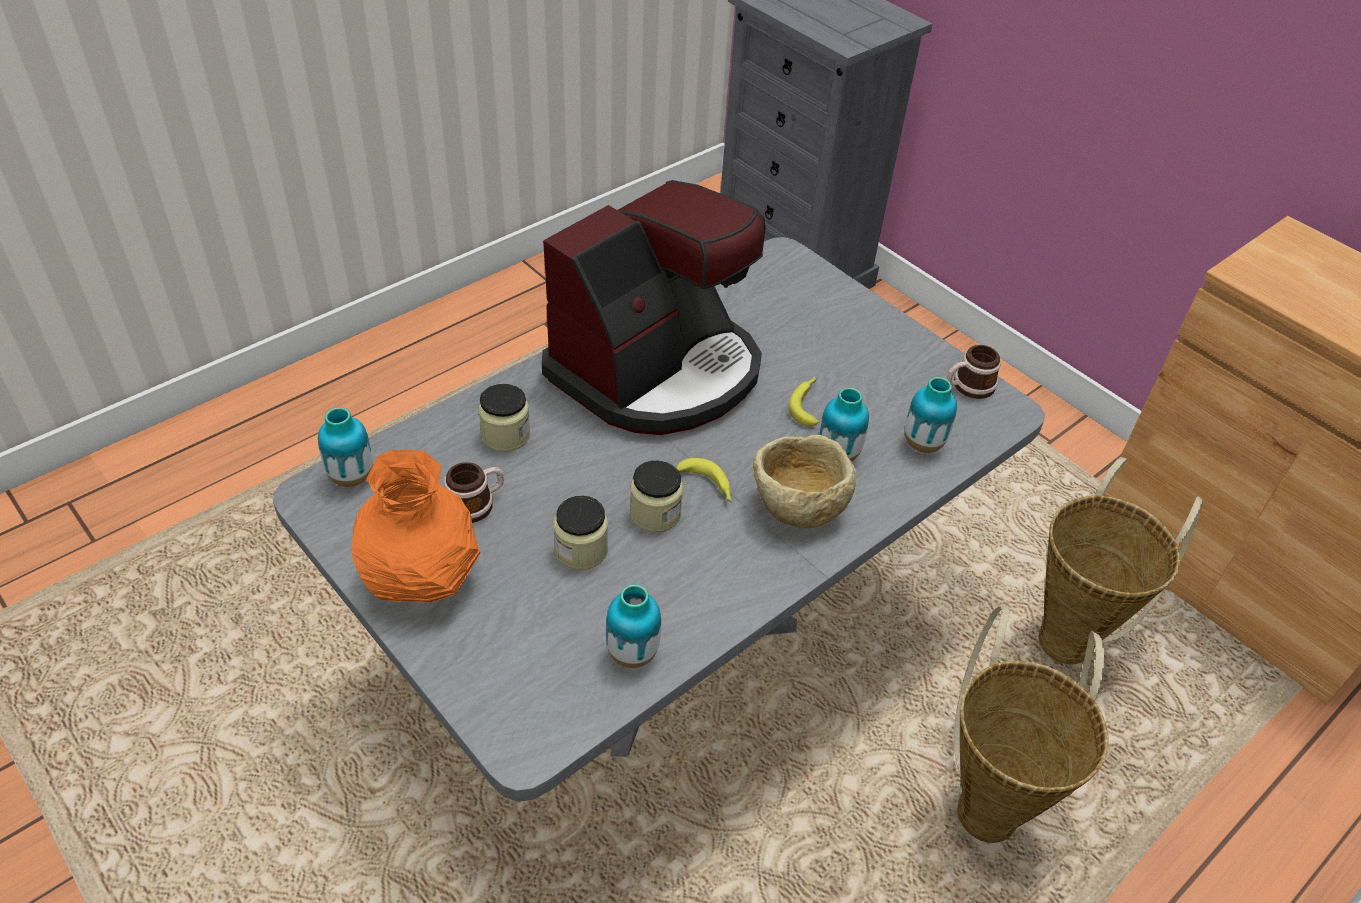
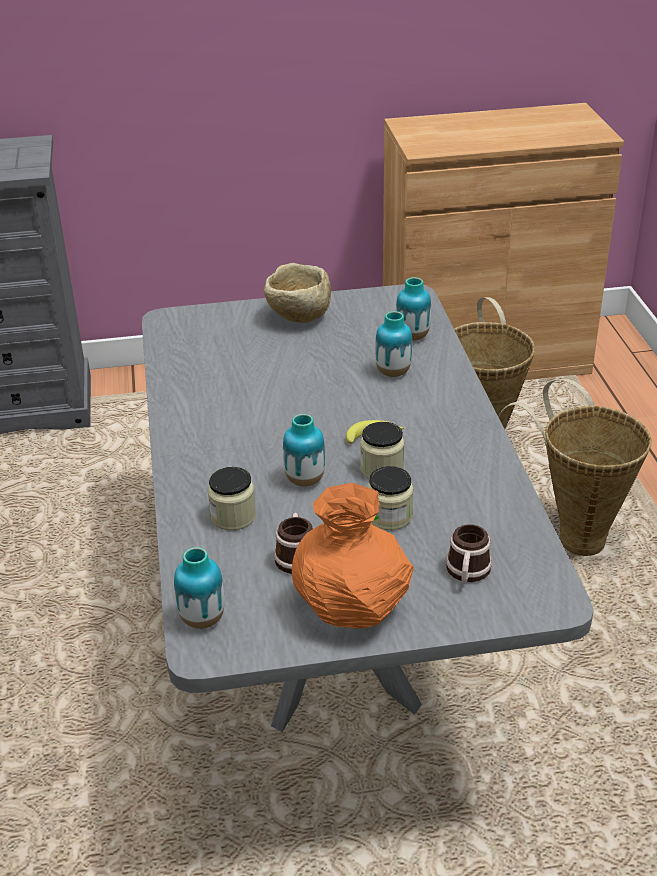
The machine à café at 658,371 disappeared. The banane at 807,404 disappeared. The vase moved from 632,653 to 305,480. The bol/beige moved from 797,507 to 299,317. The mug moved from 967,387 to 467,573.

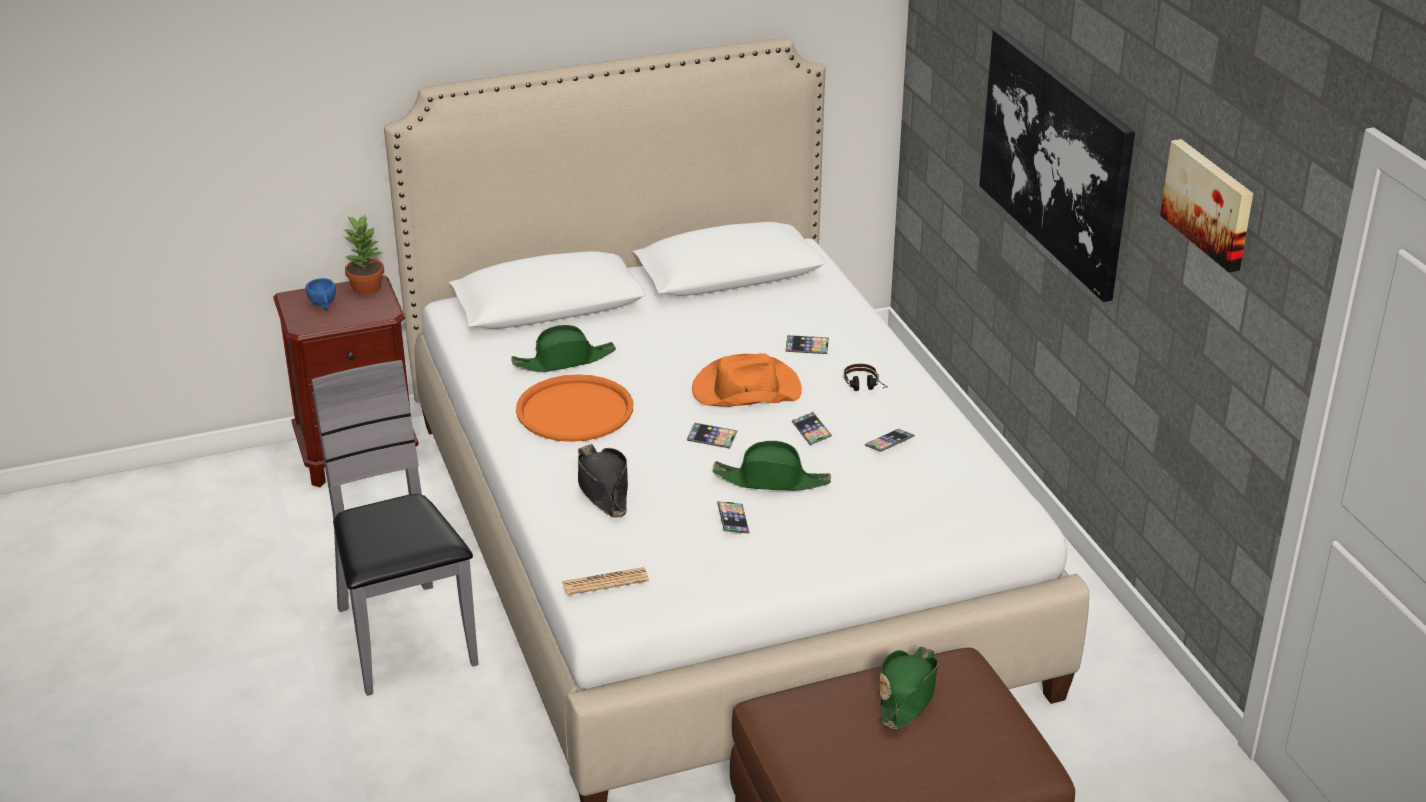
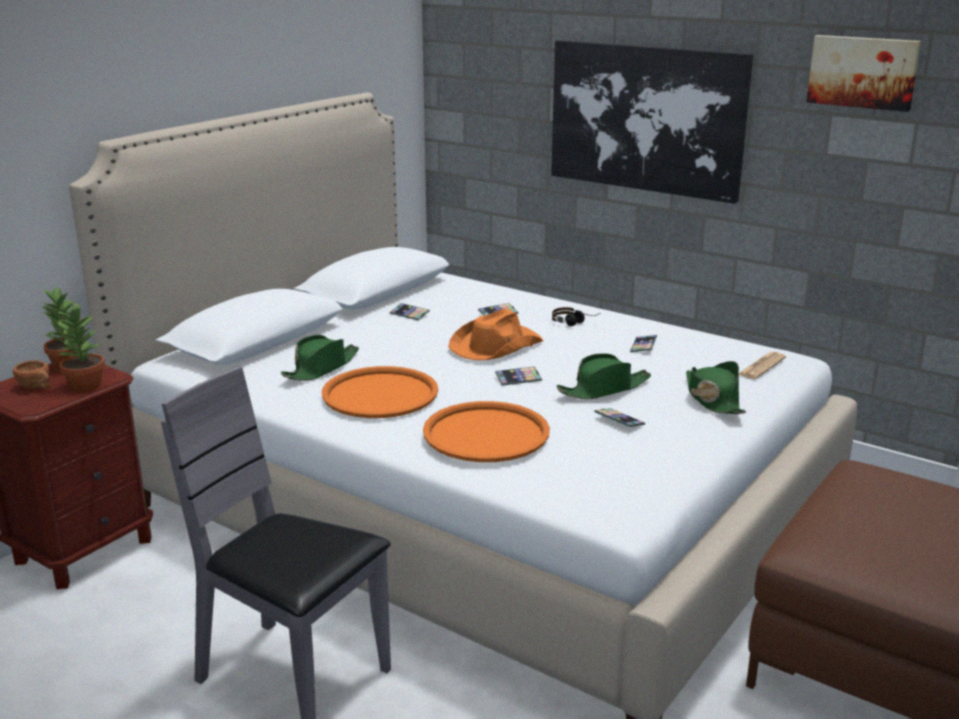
The plante en pot at 85,385 appeared. The journal moved from 605,582 to 761,366. The téléphone moved from 811,431 to 409,314. The chapeau/vert moved from 907,694 to 712,399. The chapeau/noir at 603,488 was replaced by the plateau/orange at 486,433. The tasse/bleu at 323,305 became the tasse/marron at 37,387.

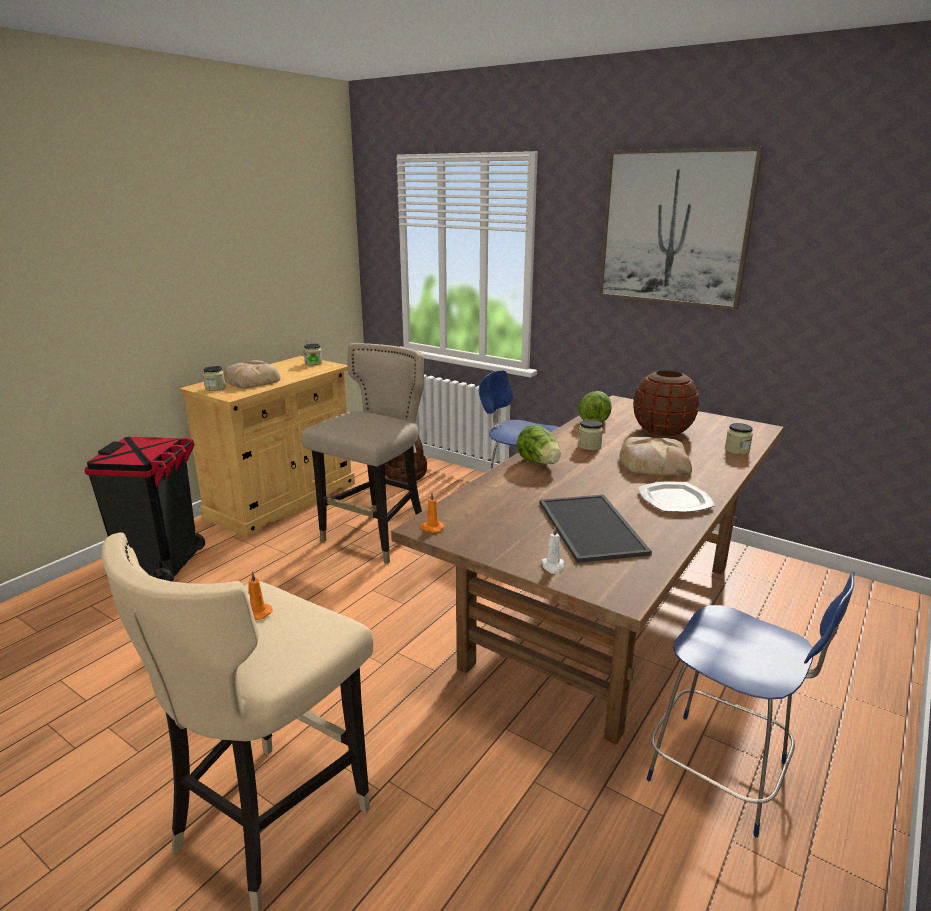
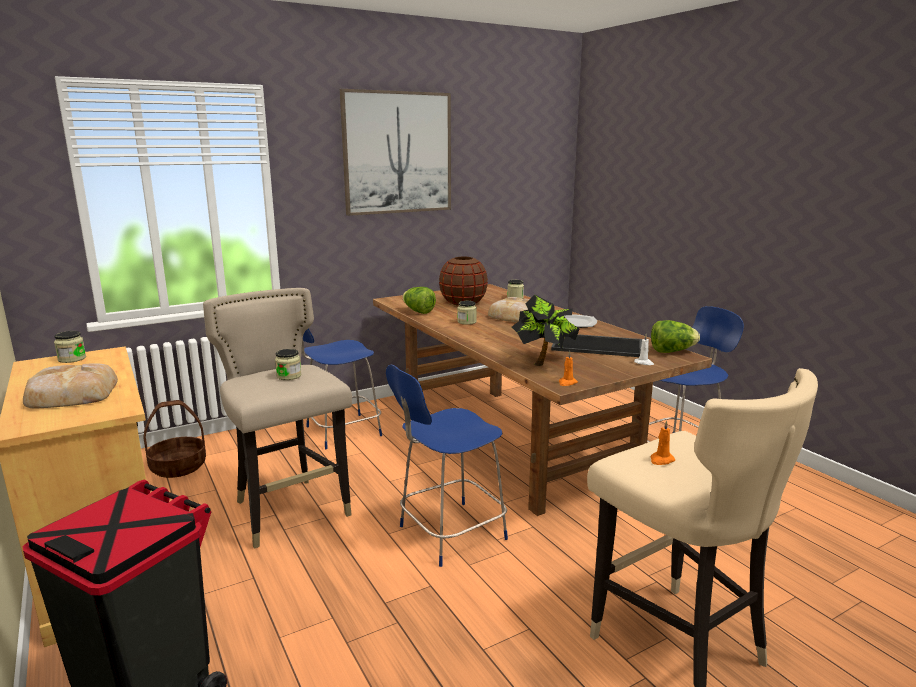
The chaise/bleu at 449,534 appeared. The plante en pot at 544,362 appeared. The bocal moved from 215,388 to 289,376. The laitue moved from 539,463 to 671,351.

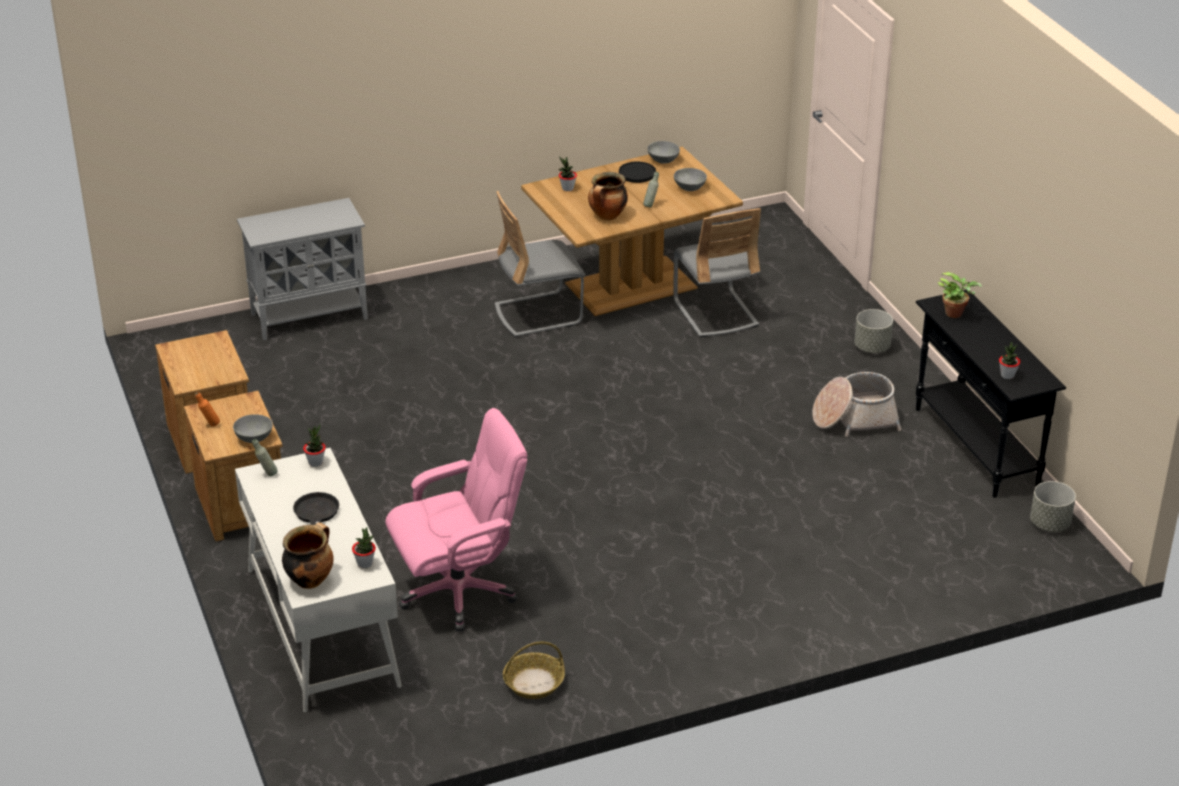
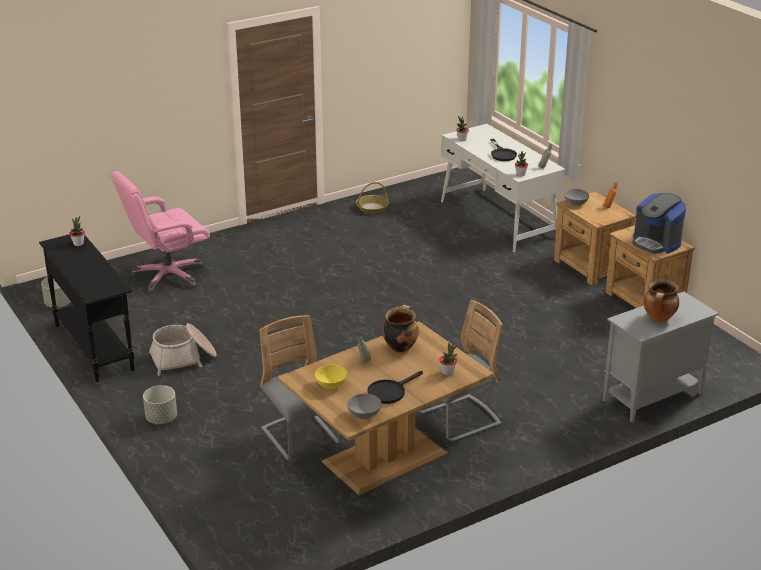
The plante en pot at 956,313 disappeared. The machine à café at 656,243 appeared. The marmite moved from 310,579 to 659,319. The chaise de bureau/rose moved from 459,592 to 168,276. The bol/gris at 689,188 became the bol/jaune at 331,384.

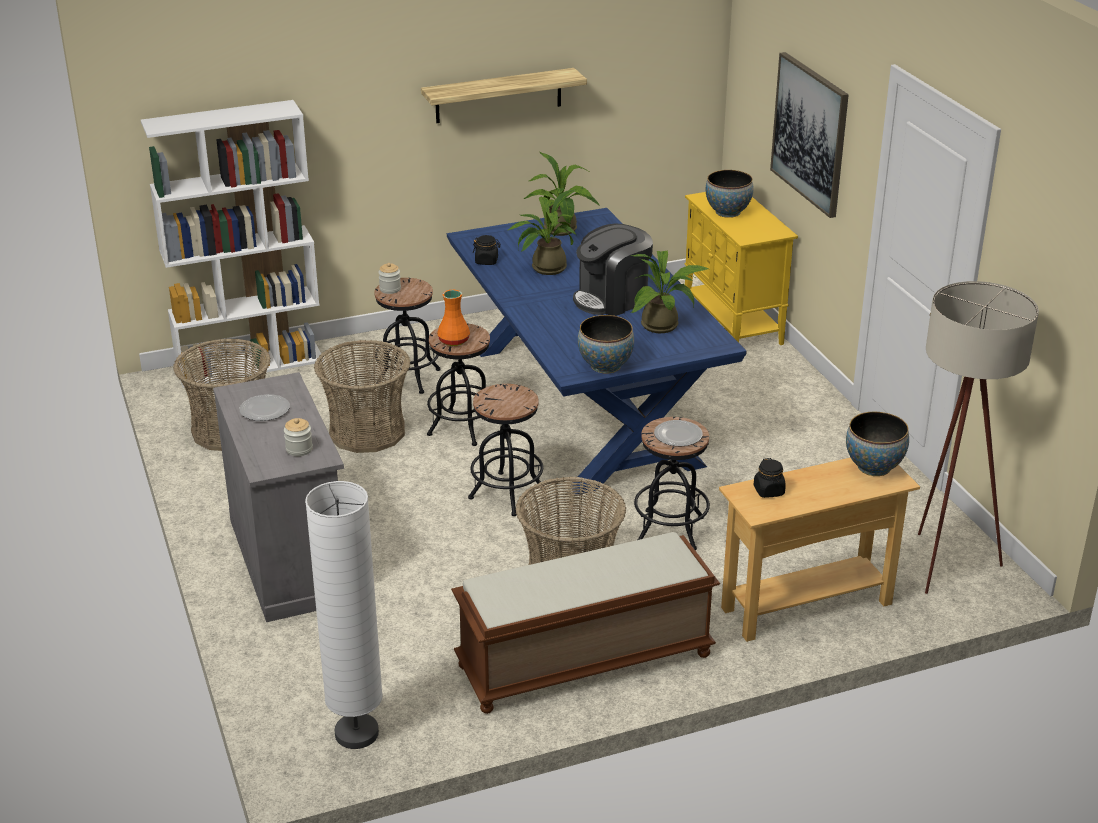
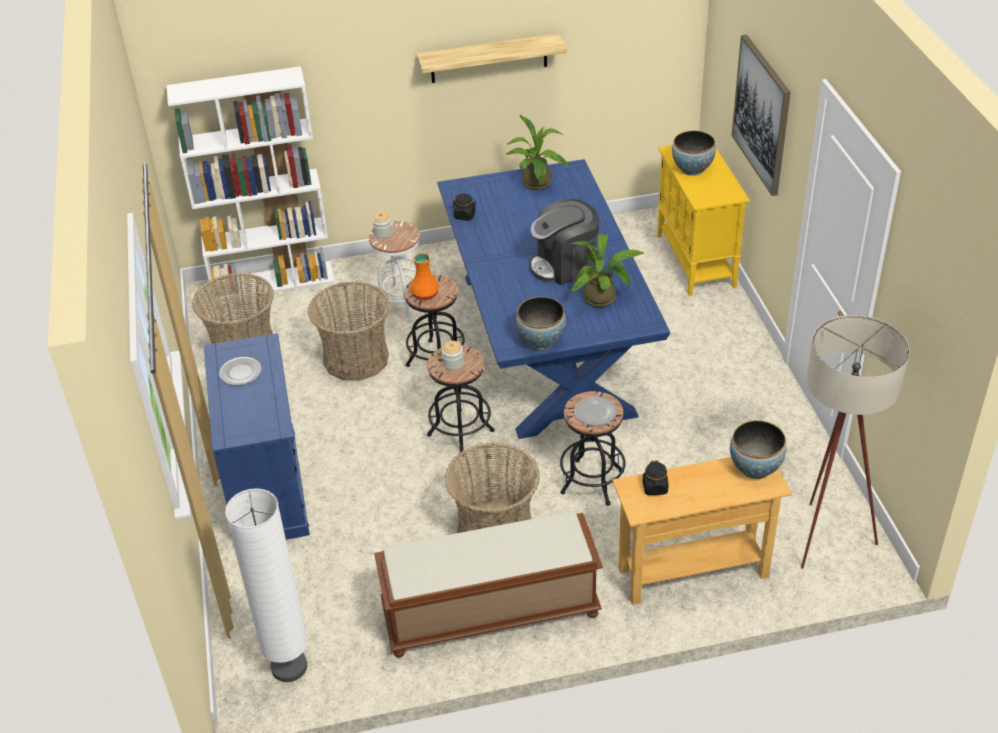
The plante en pot at 544,269 disappeared. The bocal moved from 299,449 to 453,364. The meuble de rangement/gris at 289,560 became the meuble de rangement/bleu at 267,487. The tabouret/noir at 408,378 became the tabouret/blanc at 401,304.

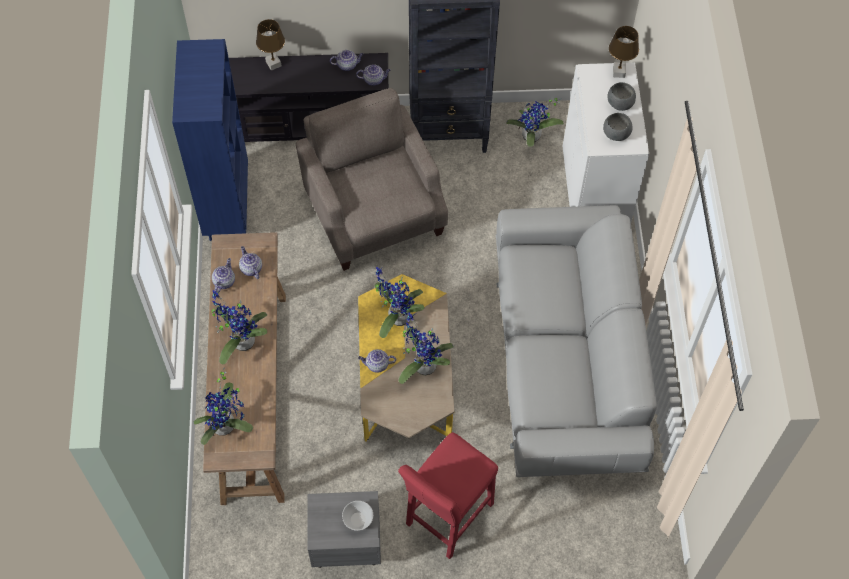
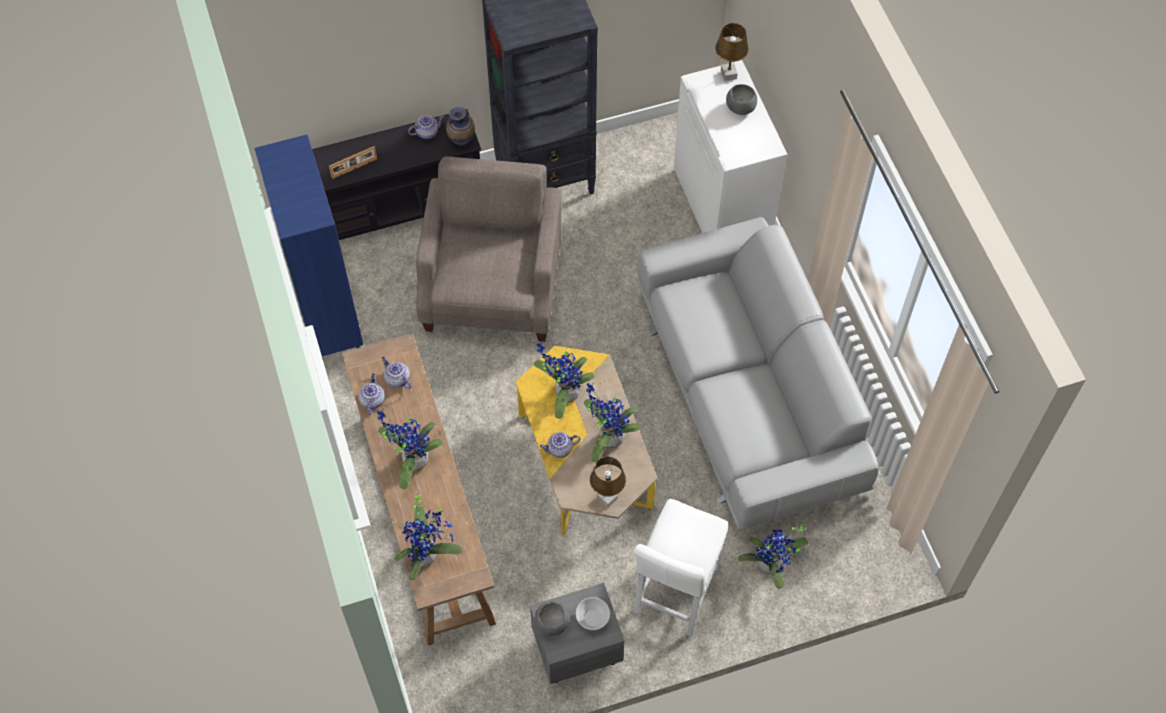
The cadre photo at 354,168 appeared. The lampe de table/marron moved from 273,64 to 606,498. The plante en pot moved from 532,138 to 771,567. The bol/gris moved from 616,134 to 552,623. The théière at 374,79 was replaced by the vase at 462,142. The tabouret/rouge at 447,518 became the tabouret/blanc at 675,594. The fauteuil/beige at 373,213 turned 45 degrees clockwise.

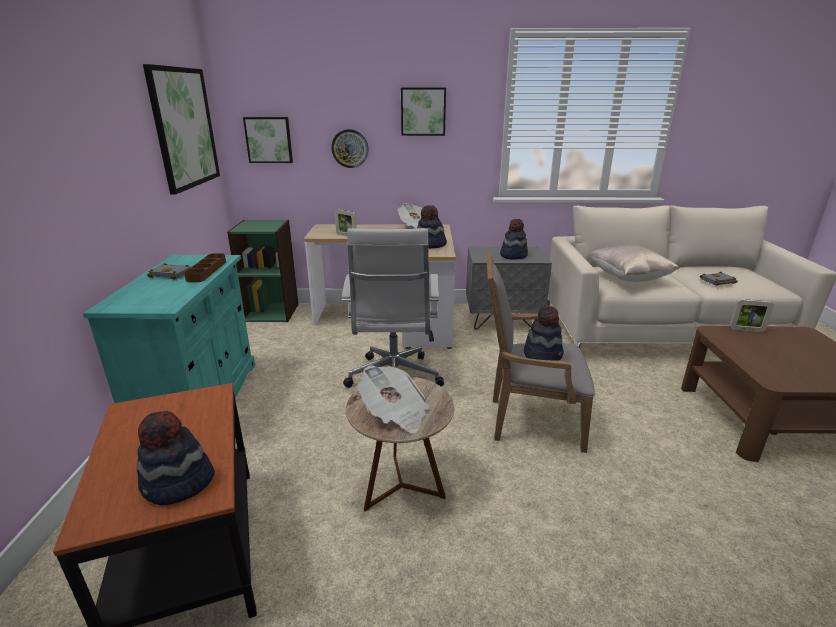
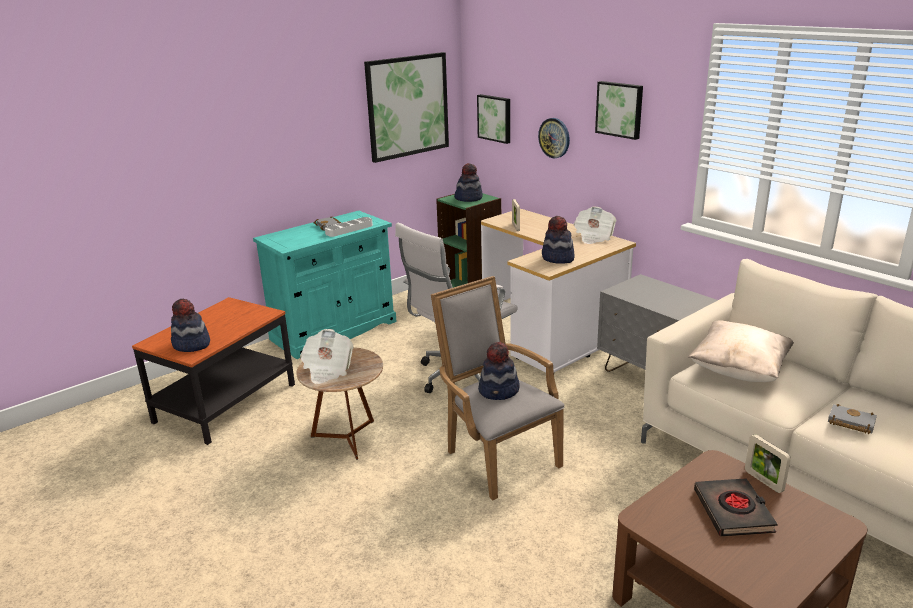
The livre/noir at 733,511 appeared. The chapeau moved from 513,255 to 468,198. The plateau/marron at 207,271 became the plateau/gris at 349,229.

